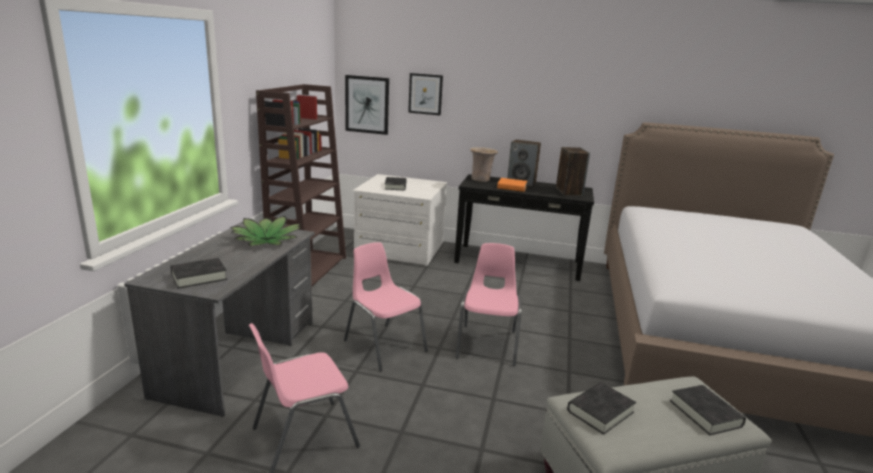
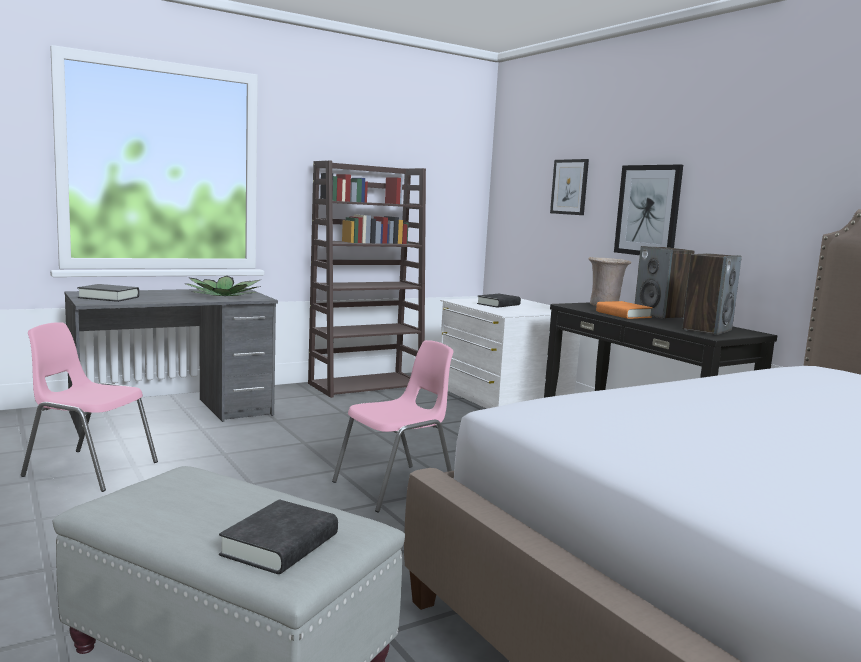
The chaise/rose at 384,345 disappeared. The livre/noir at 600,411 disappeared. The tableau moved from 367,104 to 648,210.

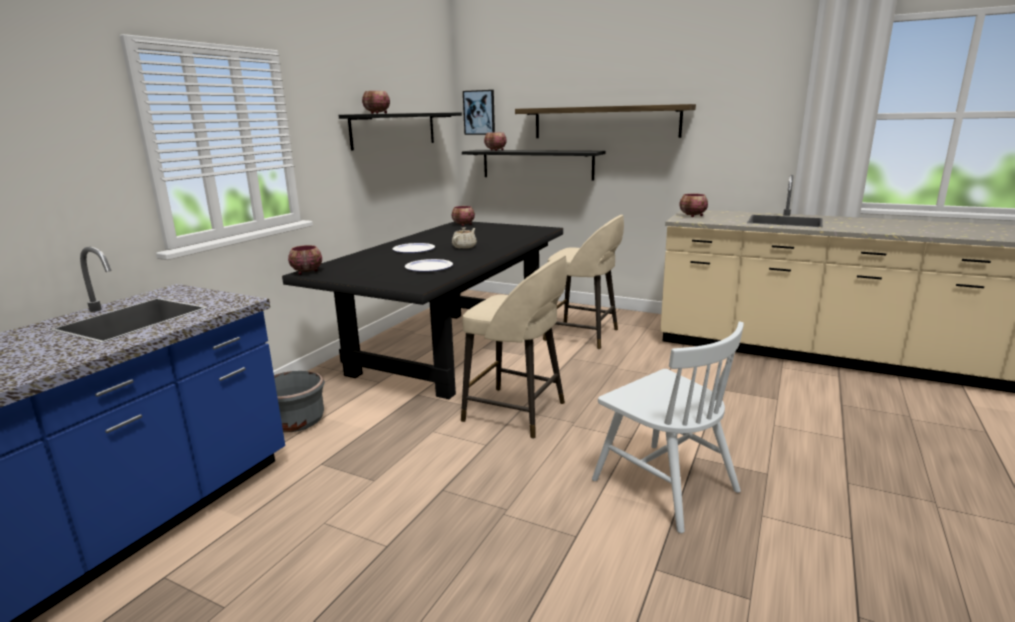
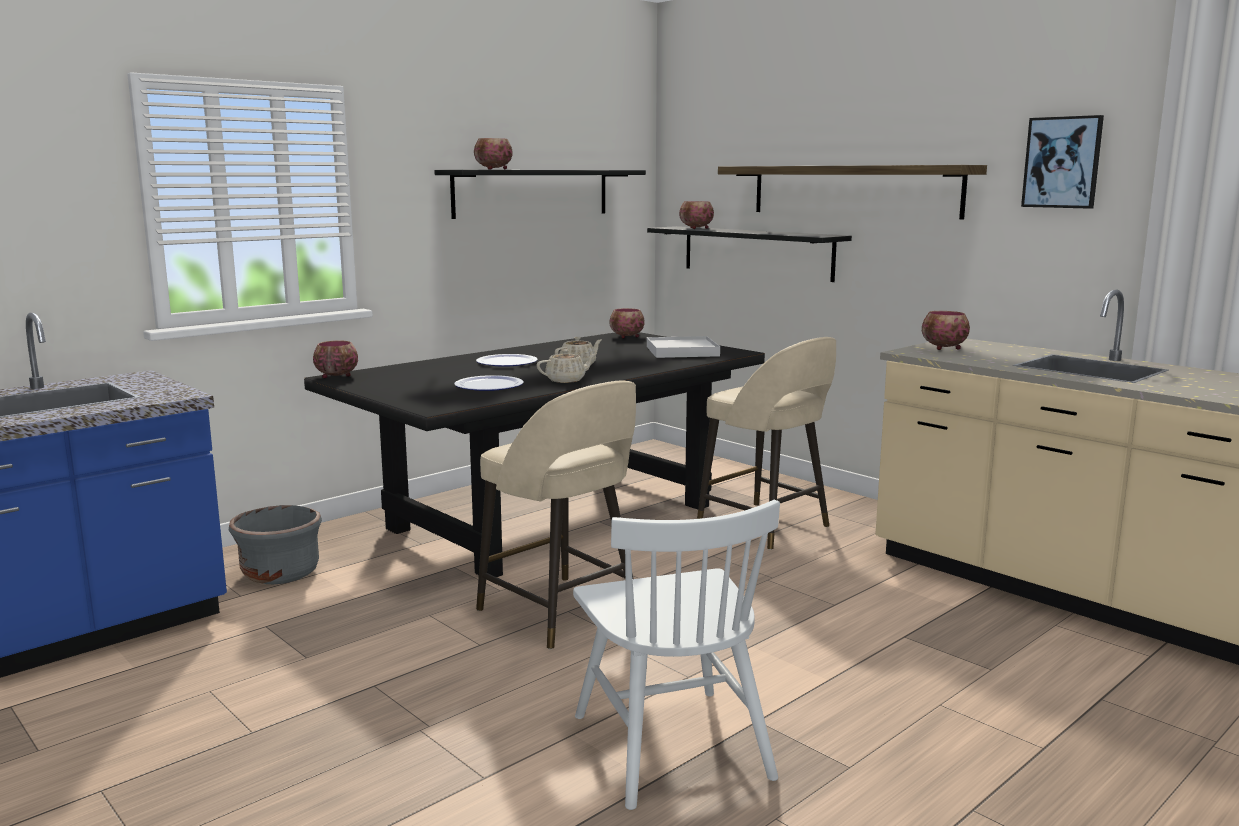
The théière/beige at 566,380 appeared. The plateau/blanc at 682,351 appeared. The tableau moved from 479,112 to 1062,162.

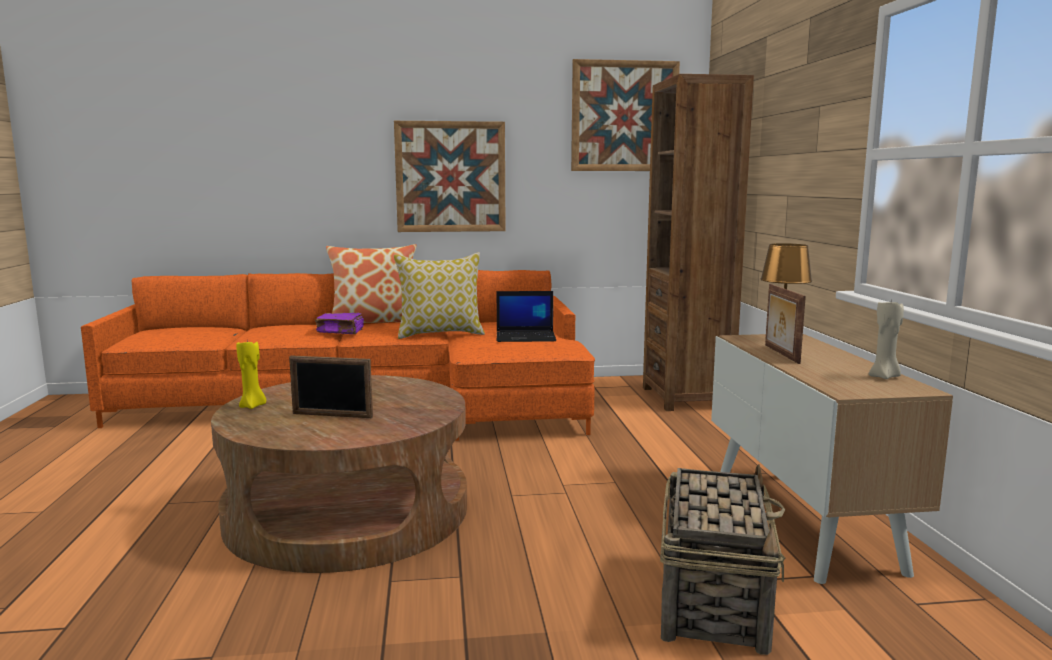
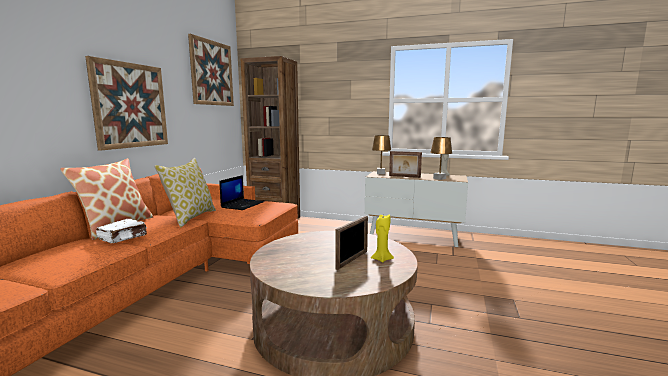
The panier at 713,599 disappeared. The lampe de table/marron at 439,178 appeared. The bougie/jaune moved from 253,406 to 381,259. The livre/violet at 341,331 became the livre/blanc at 123,238.

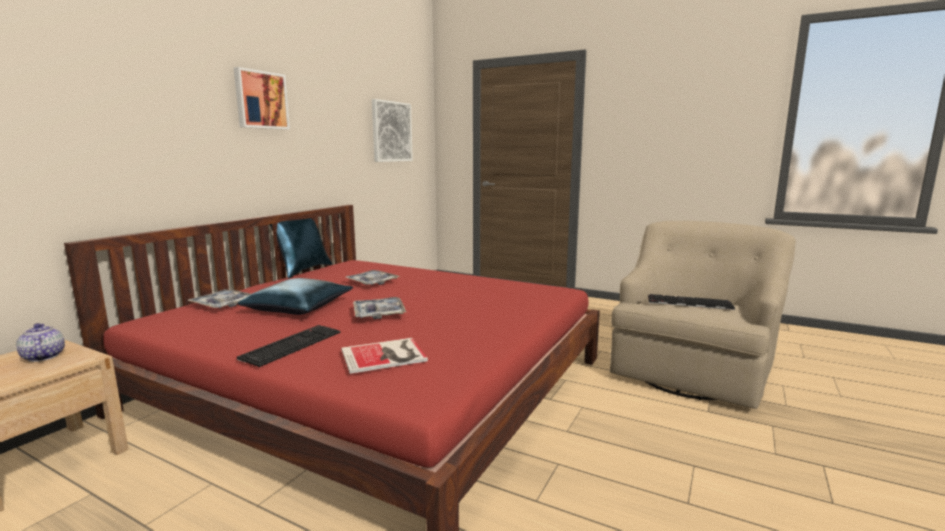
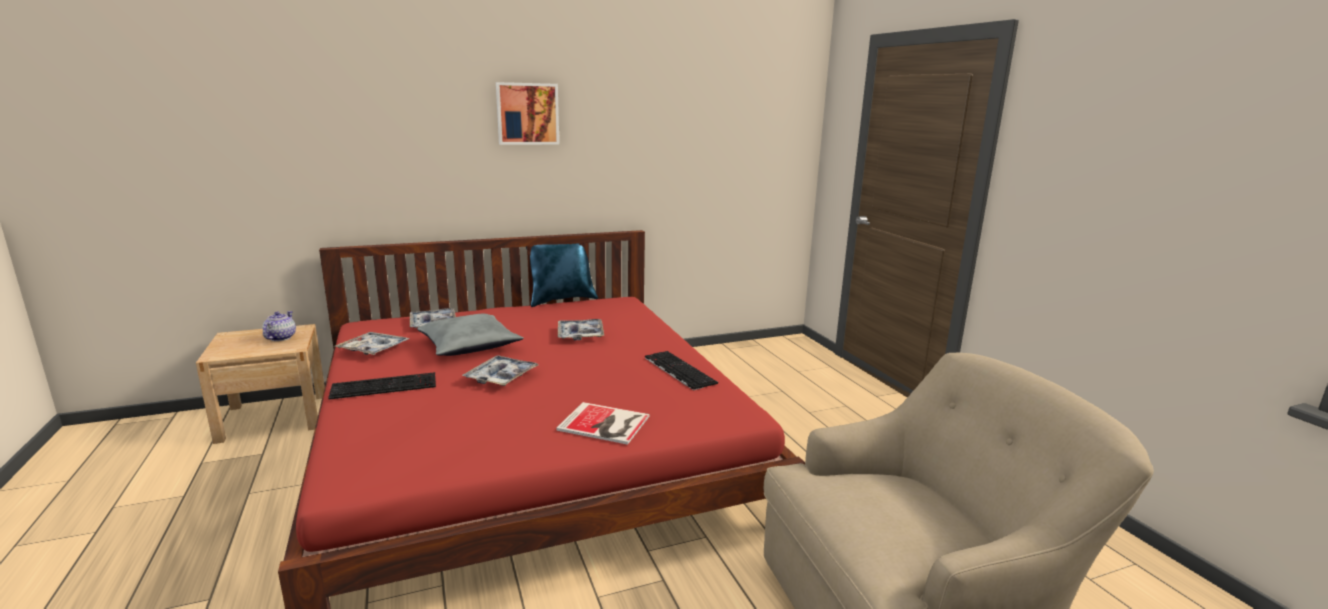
The tableau at 391,131 disappeared. The plateau at 373,349 appeared. The livre moved from 386,355 to 605,424. The clavier moved from 688,303 to 678,370. The coussin/bleu at 299,307 became the coussin/gris at 470,345.

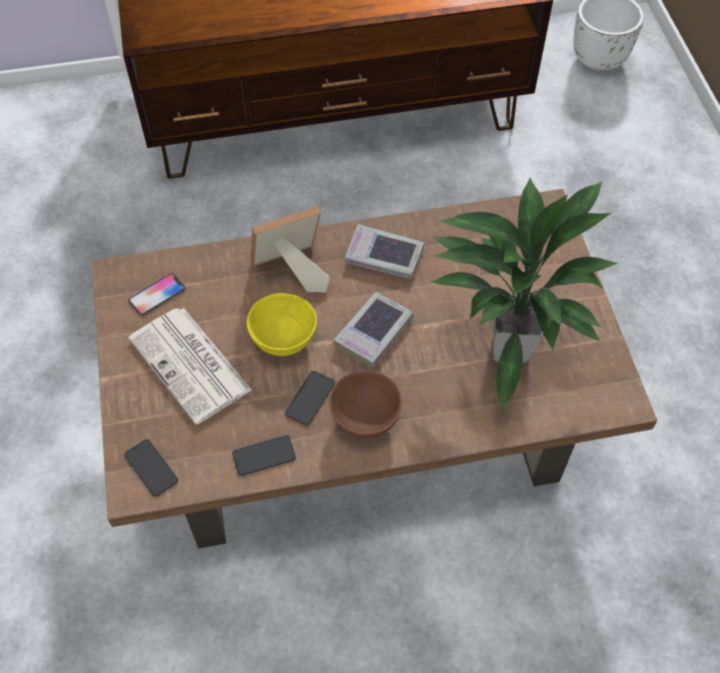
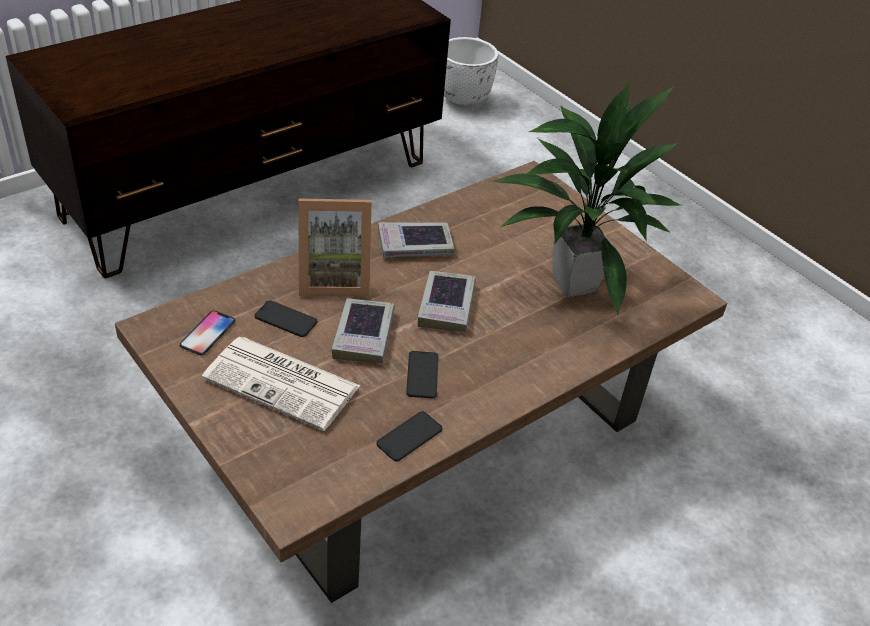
The bol/marron at 365,420 disappeared. The téléphone moved from 151,468 to 286,319. The bol/jaune at 283,340 was replaced by the livre at 364,335. The cadre photo at 290,271 turned 135 degrees counterclockwise.

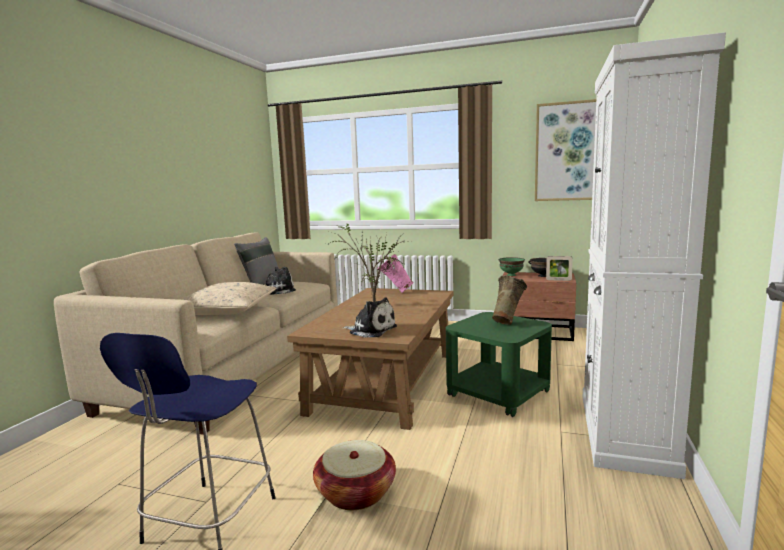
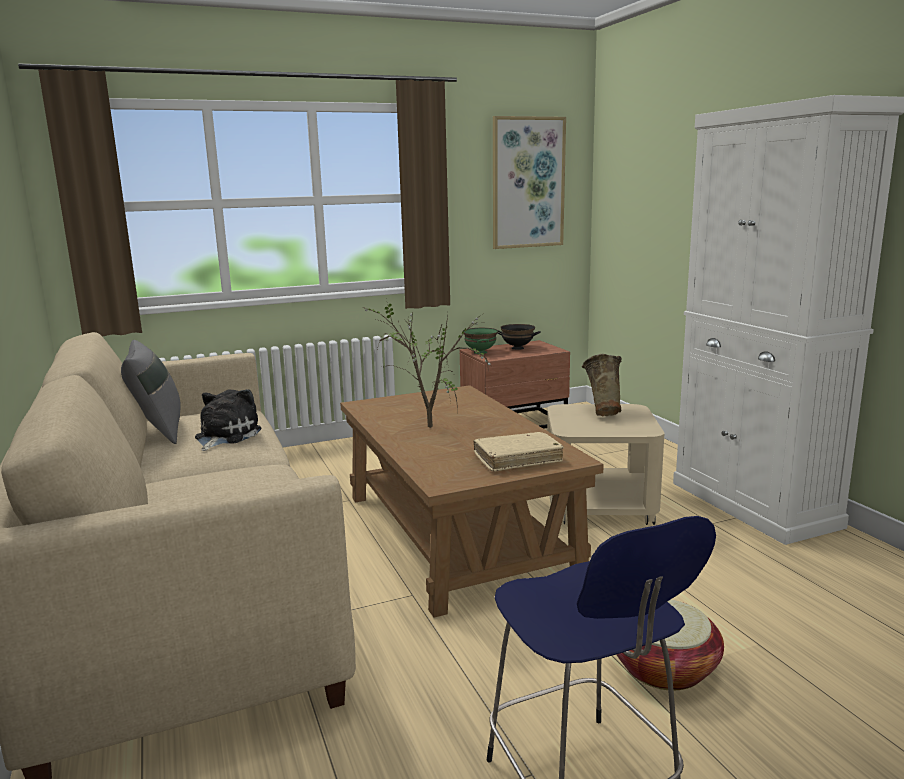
The coussin/beige at 227,310 disappeared. The vase/rose at 395,292 disappeared. The cadre photo at 558,280 disappeared. The peluche at 371,330 was replaced by the livre/beige at 517,459. The table d'appoint/vert at 497,394 became the table d'appoint/beige at 599,506.

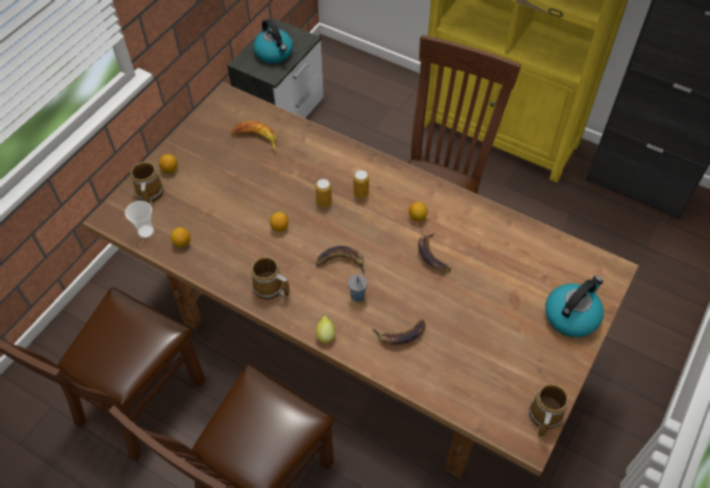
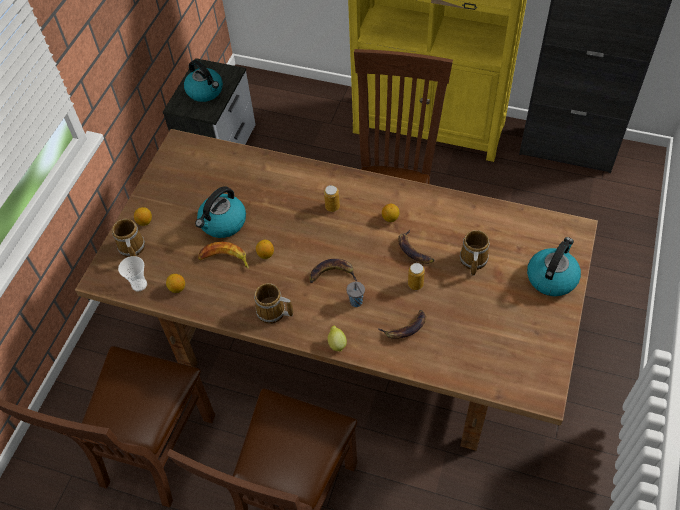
The bouilloire at 222,223 appeared. The banane moved from 255,139 to 224,259. The boîte métallique moved from 324,202 to 415,284. The mug moved from 543,415 to 472,260.

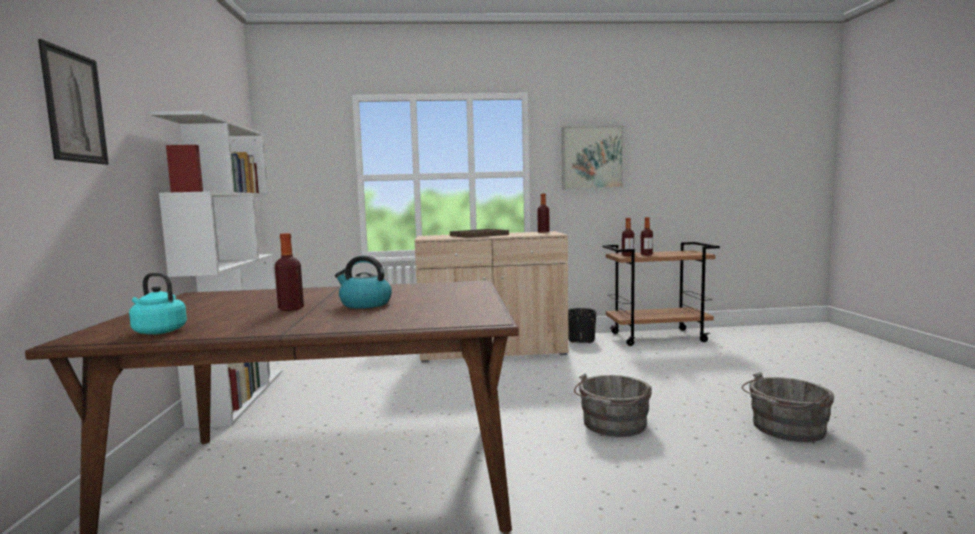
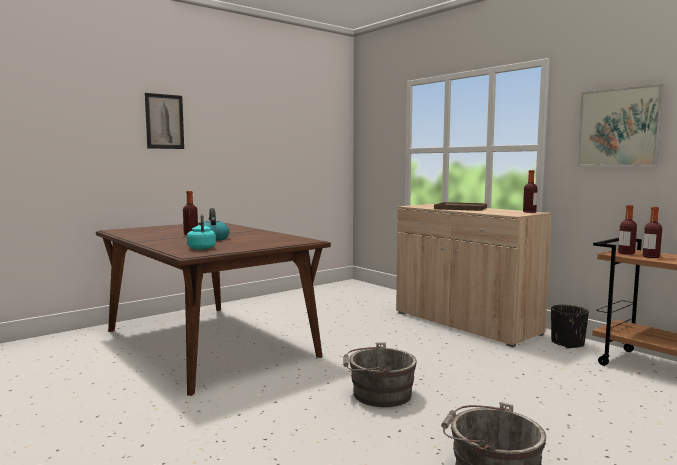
The bibliothèque/blanc at 239,396 disappeared. The bouilloire/turquoise moved from 158,331 to 201,248.

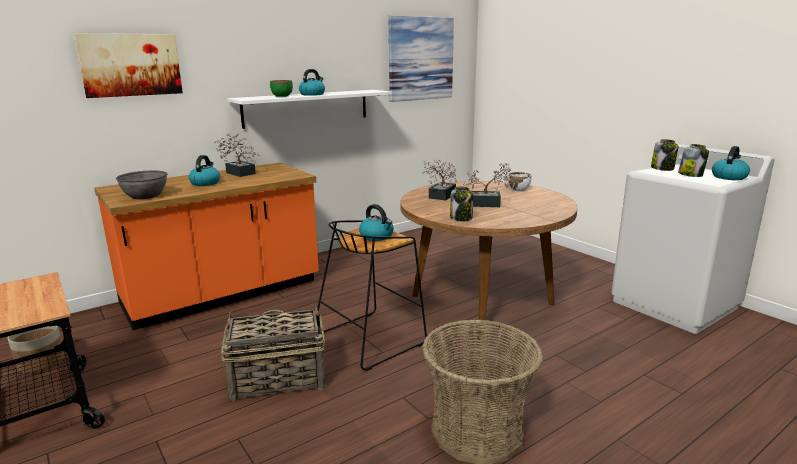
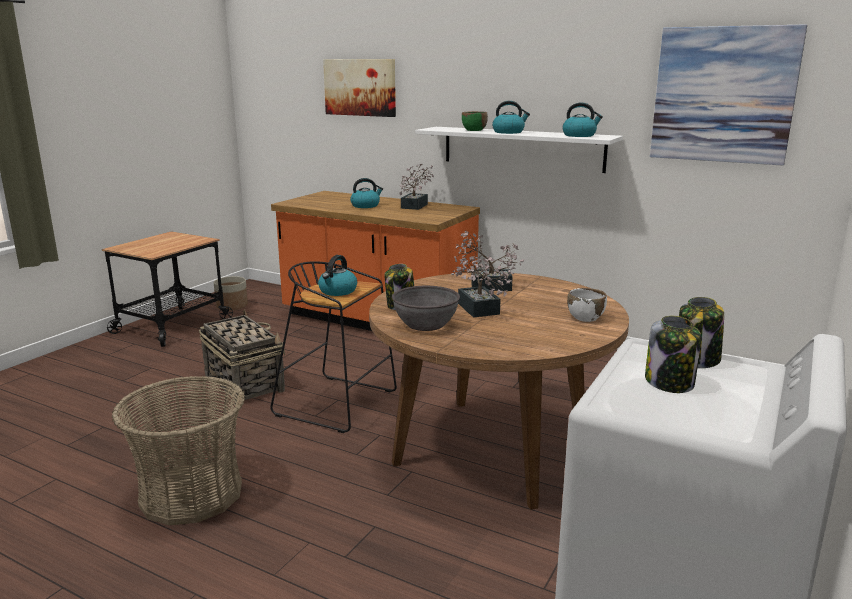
The bol/gris moved from 145,196 to 425,324. The bouilloire moved from 729,177 to 579,135.

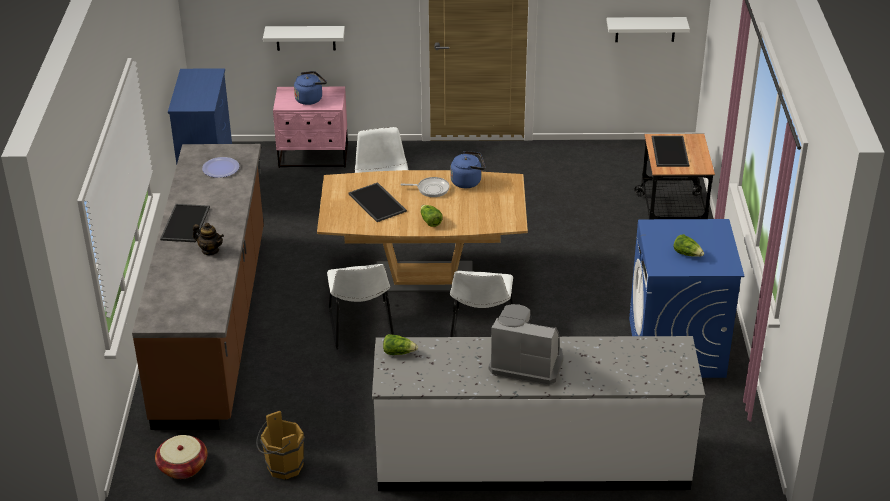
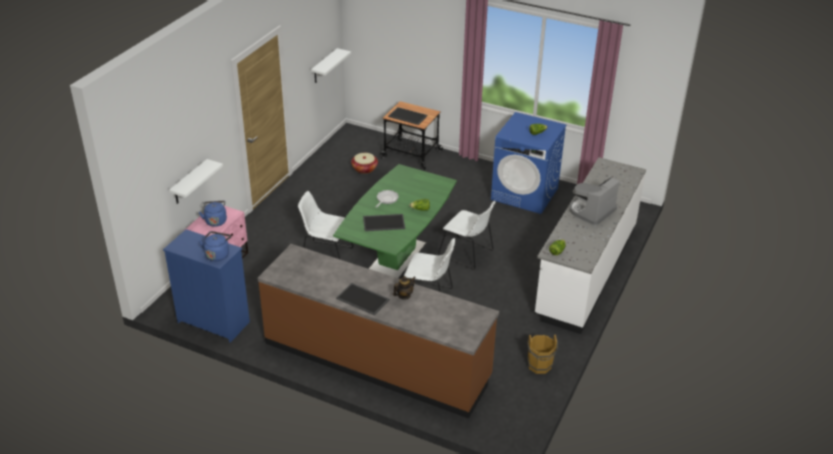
The assiette at 220,168 disappeared. The panier moved from 183,467 to 364,169. The bouilloire/bleu moved from 468,181 to 217,254. The table à manger/marron at 424,277 became the table à manger/vert at 397,257.

